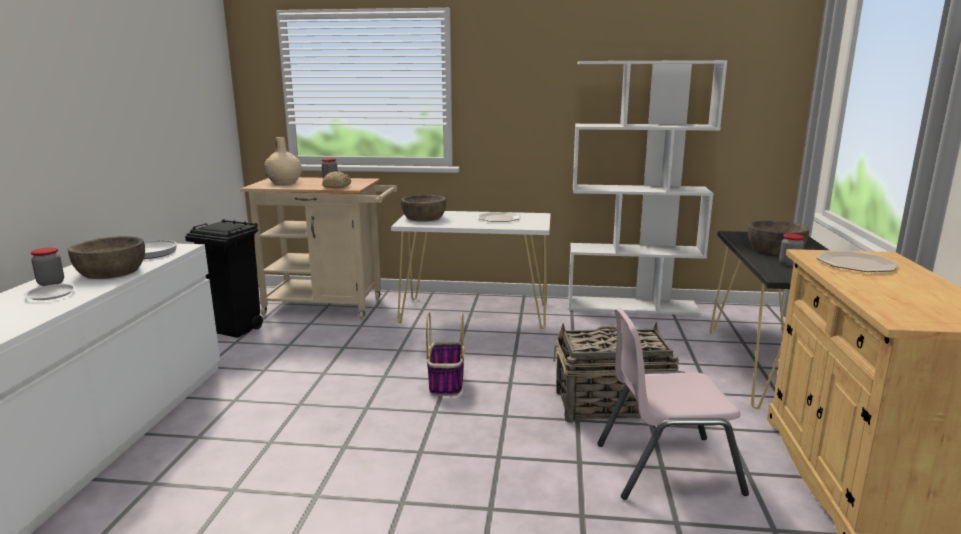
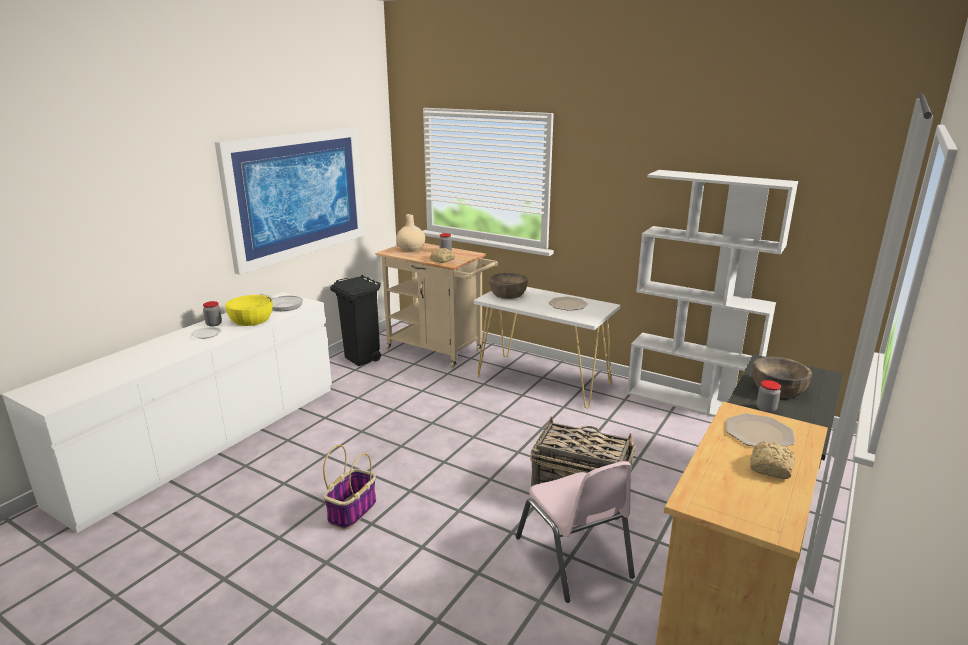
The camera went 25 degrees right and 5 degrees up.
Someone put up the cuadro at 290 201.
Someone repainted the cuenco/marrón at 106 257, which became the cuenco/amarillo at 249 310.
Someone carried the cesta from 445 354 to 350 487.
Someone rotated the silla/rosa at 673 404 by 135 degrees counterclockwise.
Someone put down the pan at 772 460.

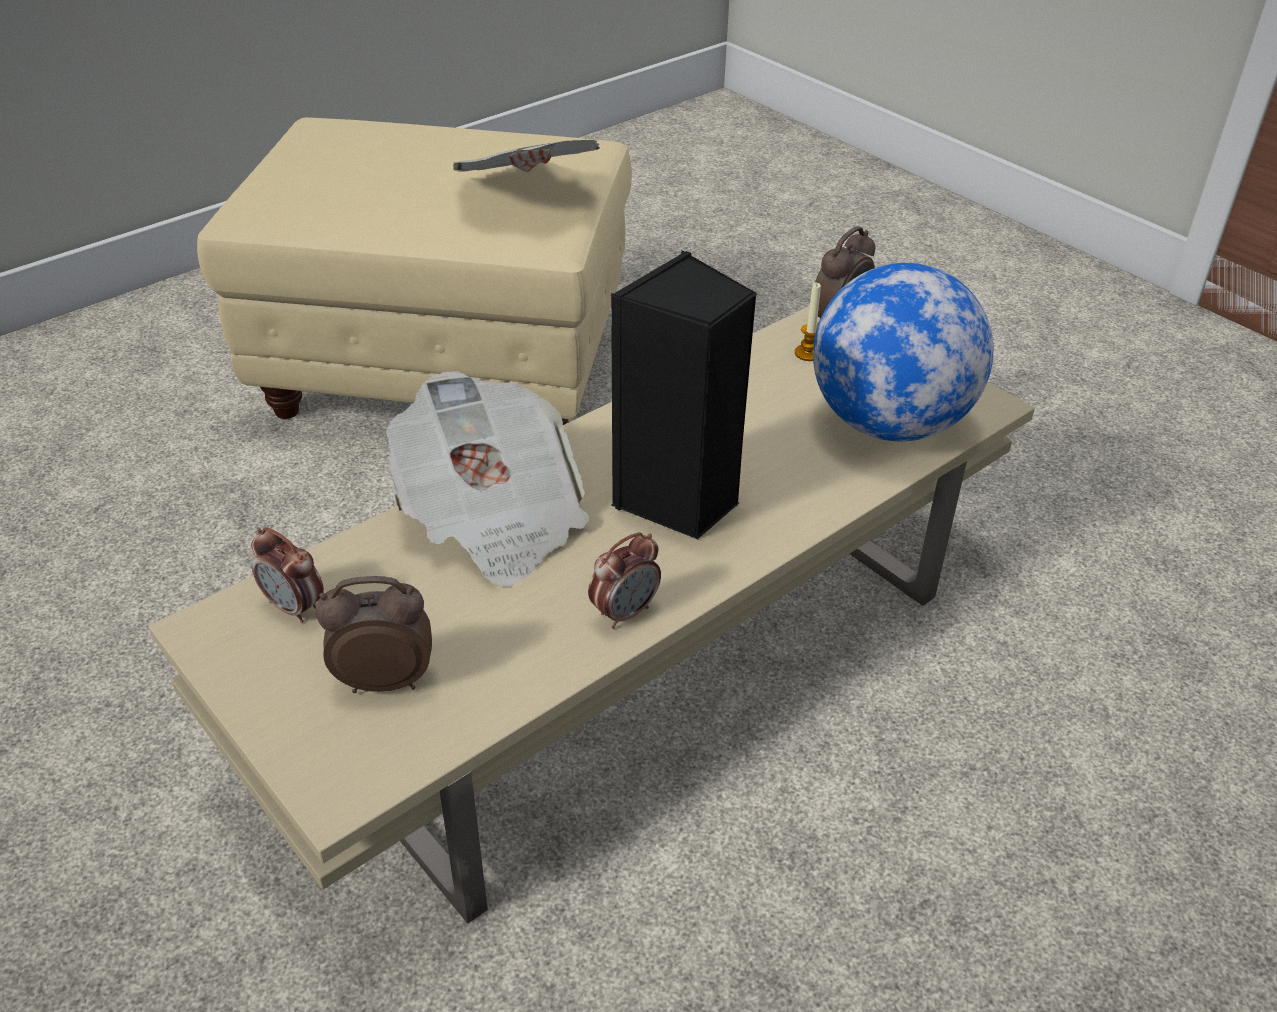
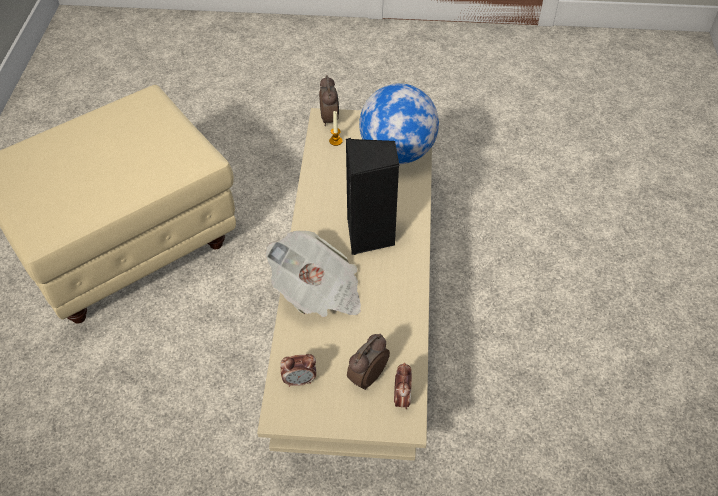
The camera went 45 degrees left and 10 degrees up.
Someone carried the despertador from 624 580 to 403 386.
Someone took away the periódico at 526 156.

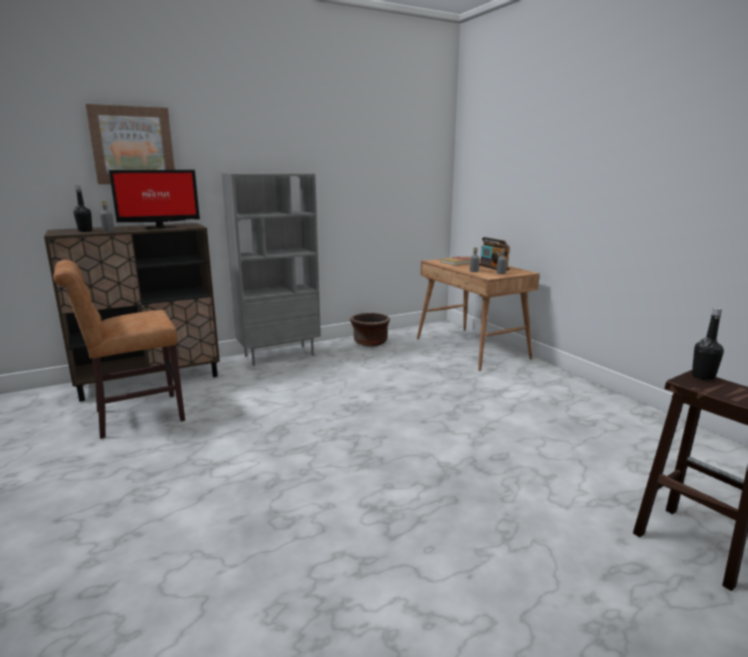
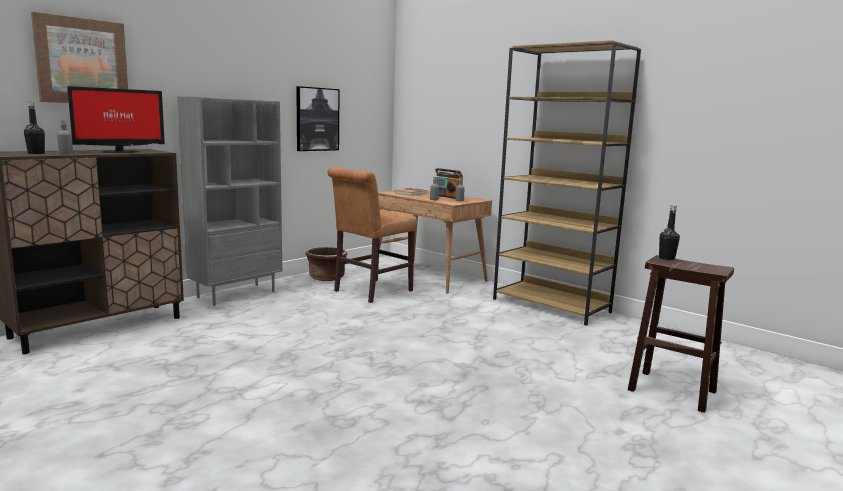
The camera went 20 degrees left and 5 degrees down.
Someone put up the cuadro at 318 118.
Someone carried the silla/marrón from 119 349 to 372 235.
Someone put down the estantería/marrón at 567 183.

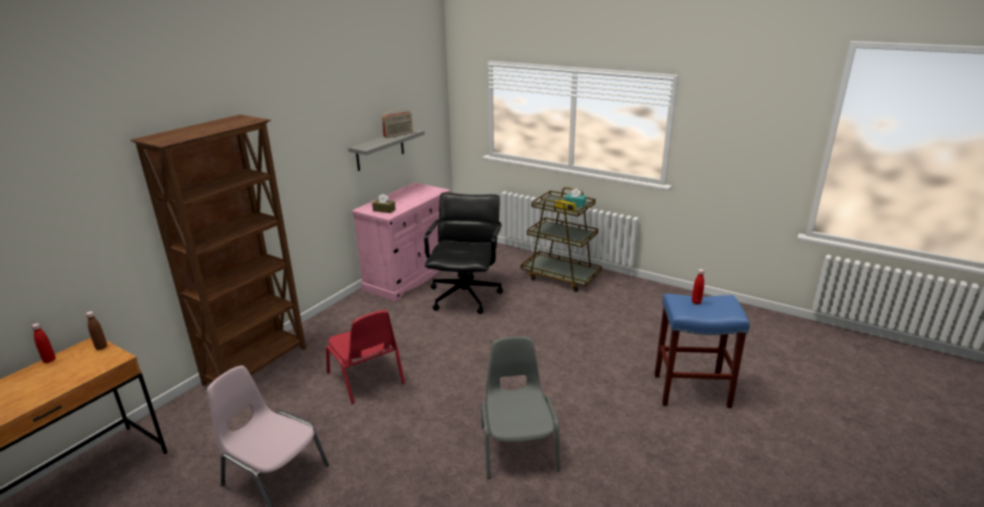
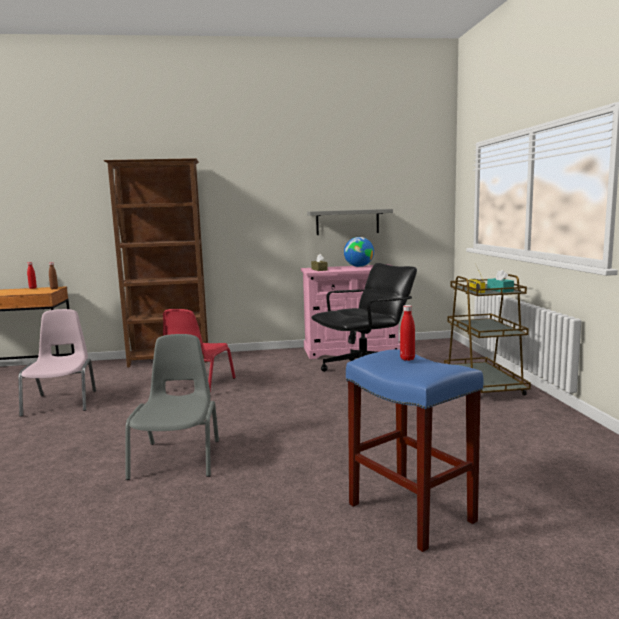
The camera went 50 degrees right and 15 degrees down.
Someone rotated the silla/gris at 521 407 by 45 degrees counterclockwise.
Someone put down the globo terráqueo at 359 252.
Someone took away the radio at 397 123.

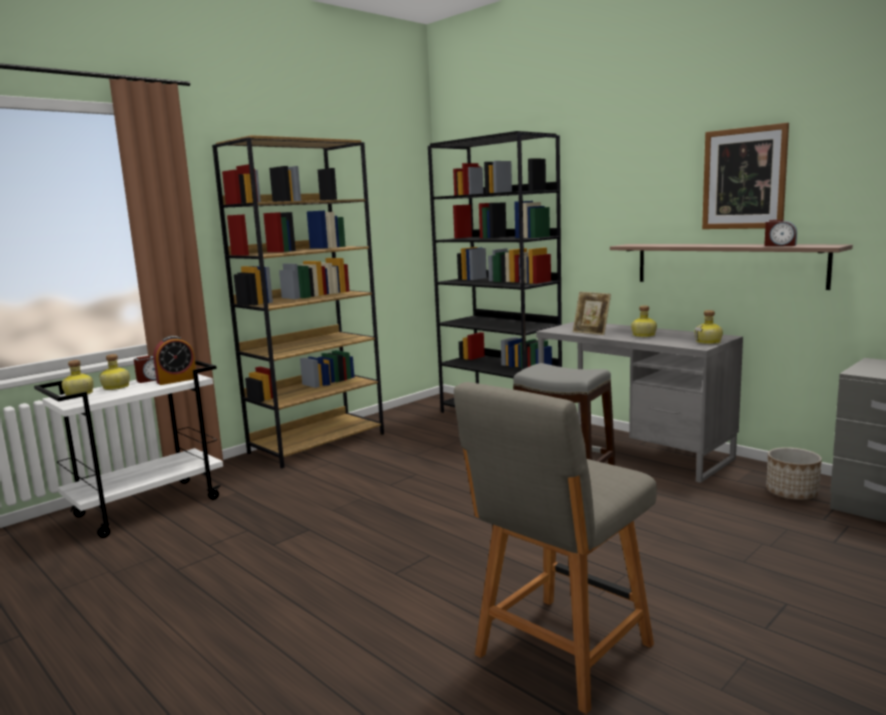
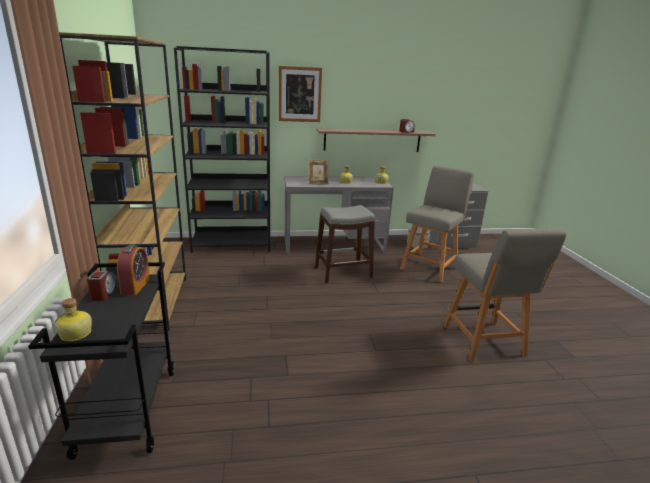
The camera went 55 degrees left and 10 degrees up.
Someone repainted the carrito/blanco at 128 449, which became the carrito/negro at 101 361.
Someone carried the cuadro from 745 176 to 300 94.
Someone put down the silla/gris at 437 224.
Someone took away the botella at 114 372.

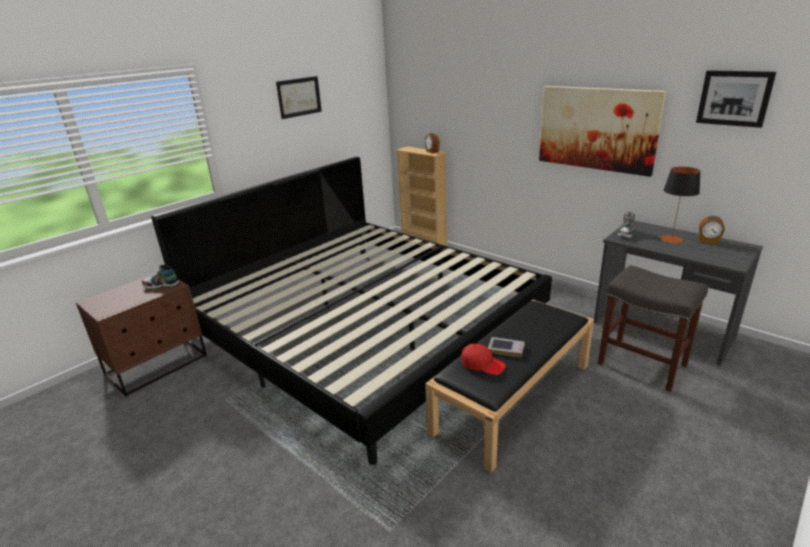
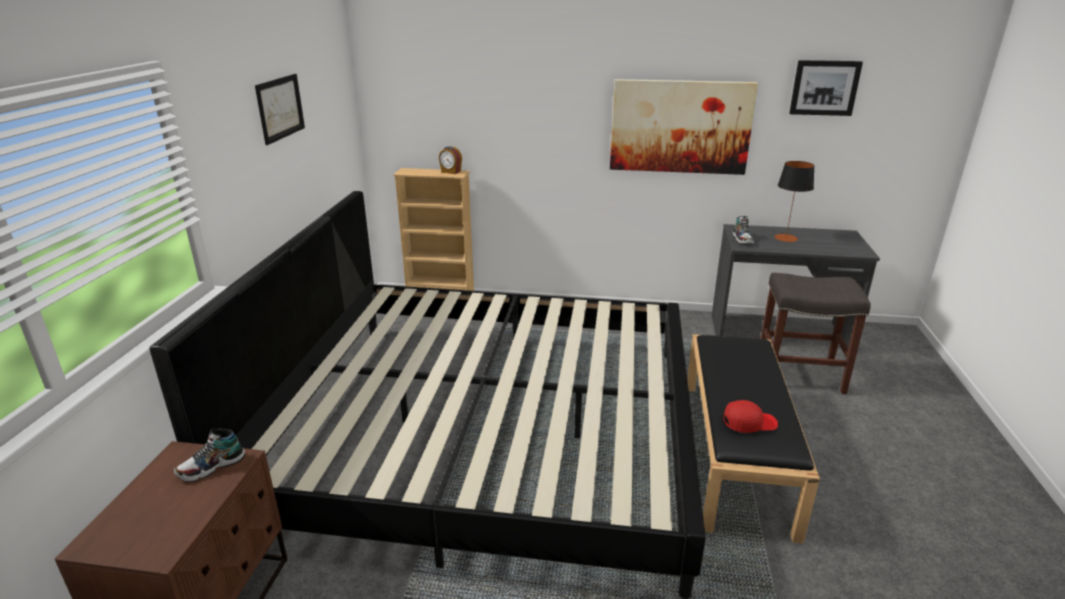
The camera went 35 degrees left and 0 degrees up.
Someone took away the libro at 506 347.
Someone took away the despertador at 712 230.

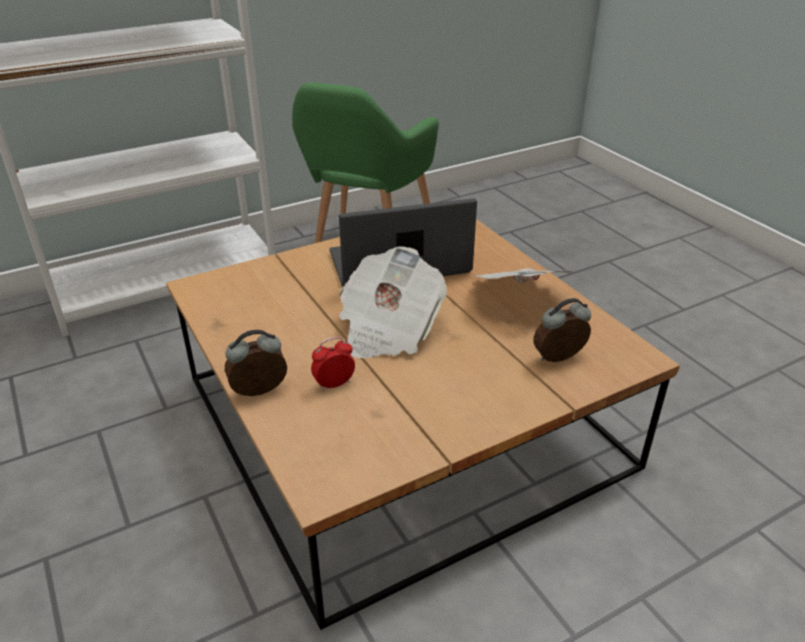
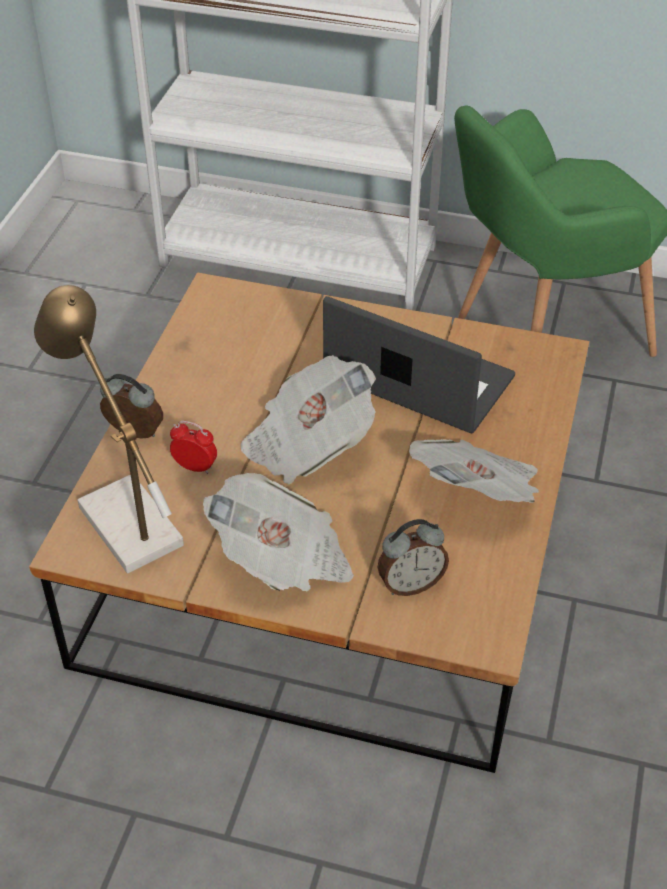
The camera went 45 degrees right and 10 degrees up.
Someone put down the lámpara de mesa at 109 429.
Someone put down the periódico at 278 532.
Someone rotated the despertador at 562 330 by 135 degrees clockwise.

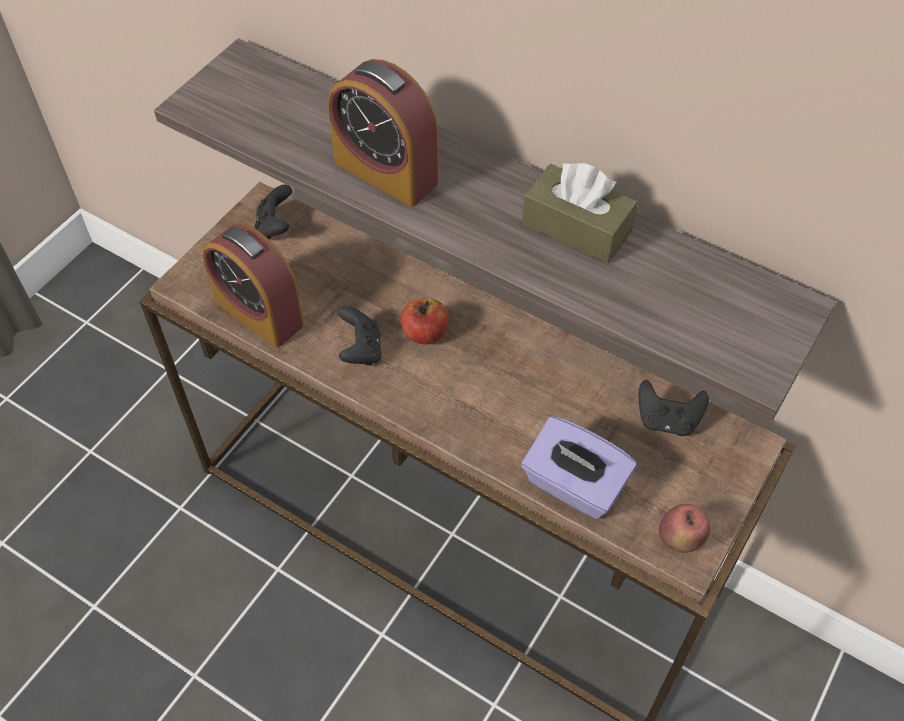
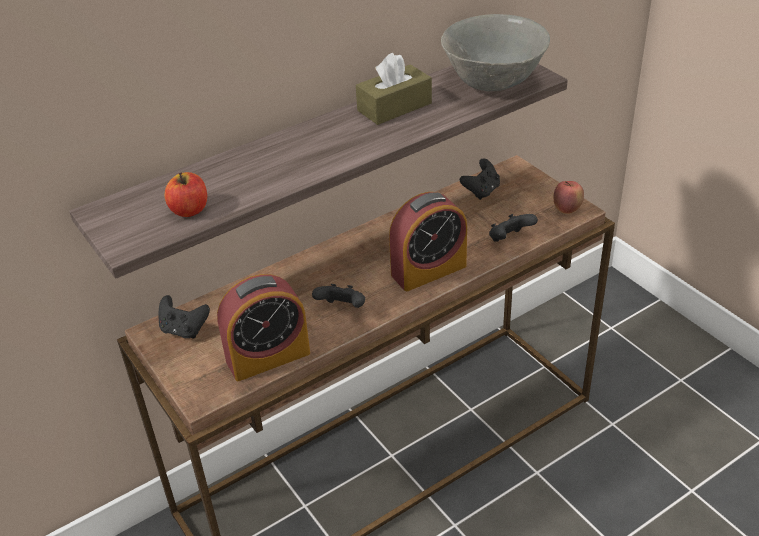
The camera went 65 degrees left and 15 degrees down.
Someone carried the manzana from 424 321 to 185 194.
Someone carried the despertador from 383 133 to 428 241.
Someone put down the cuenco/gris at 495 52.
Someone swapped the caja de pañuelos/morado at 579 467 for the mando de consola/negro at 513 228.

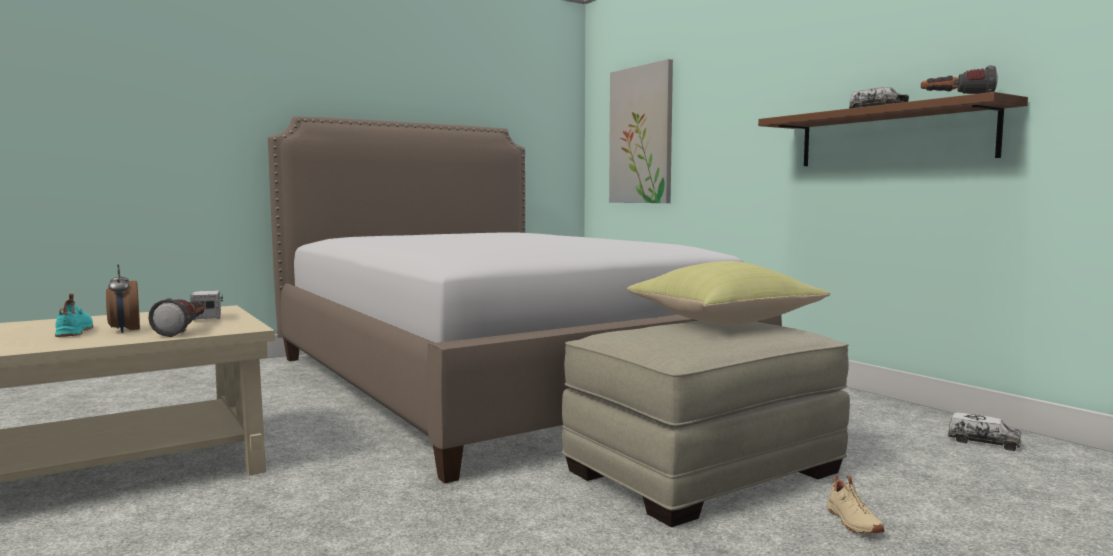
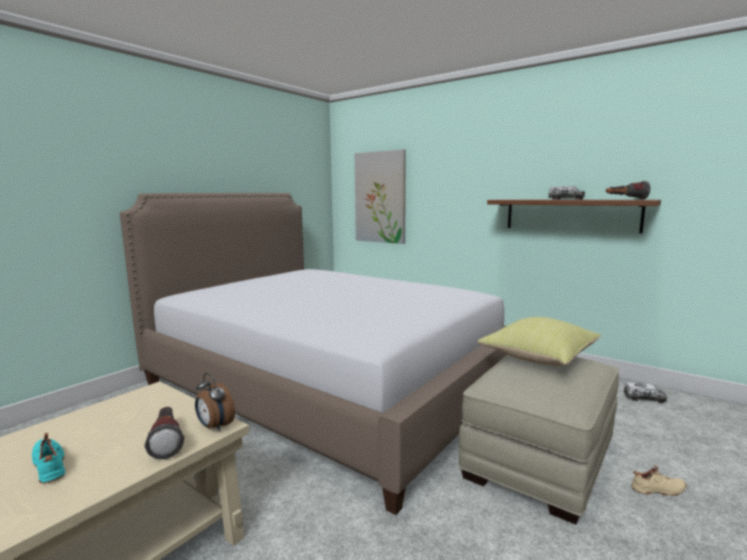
The camera went 20 degrees left and 5 degrees up.
Someone carried the despertador from 123 298 to 215 402.
Someone rotated the zapato/beis at 855 504 by 60 degrees counterclockwise.
Someone took away the camión de juguete at 206 305.

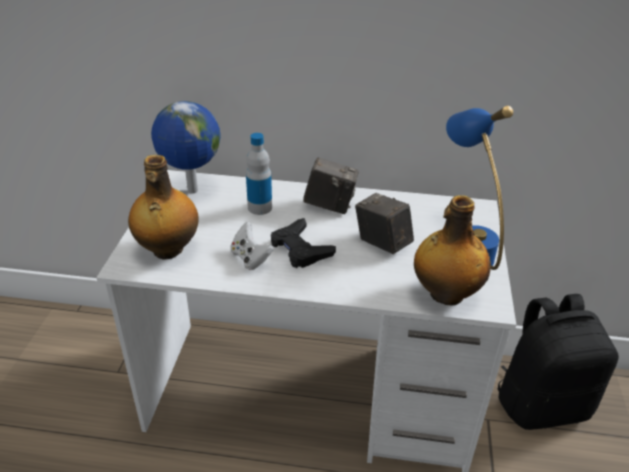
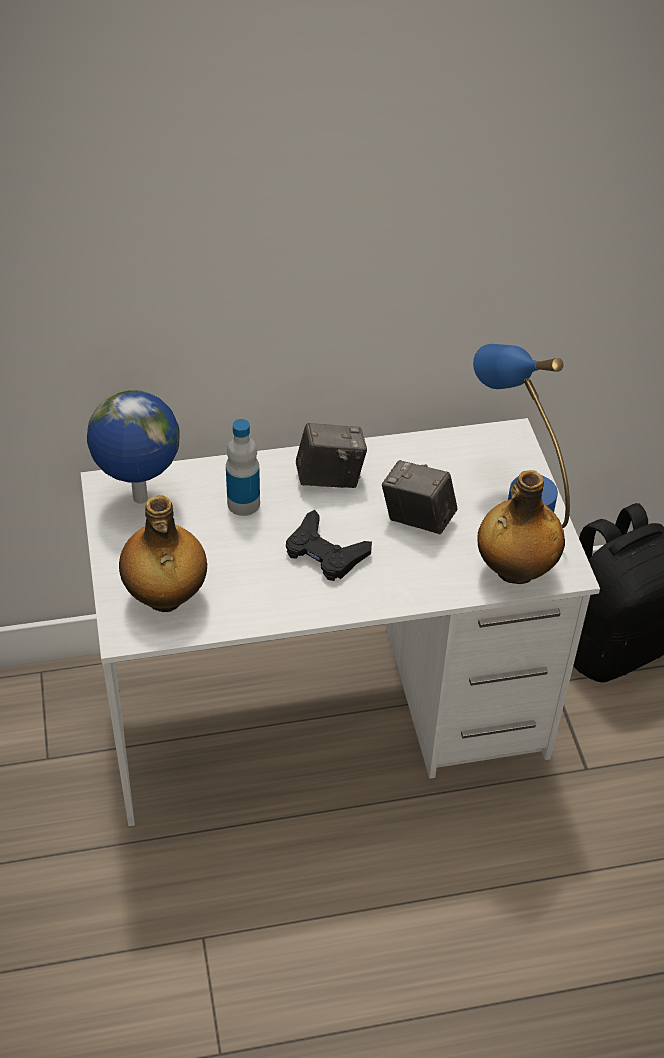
The camera went 20 degrees left and 10 degrees up.
Someone took away the mando de consola/blanco at 252 246.

